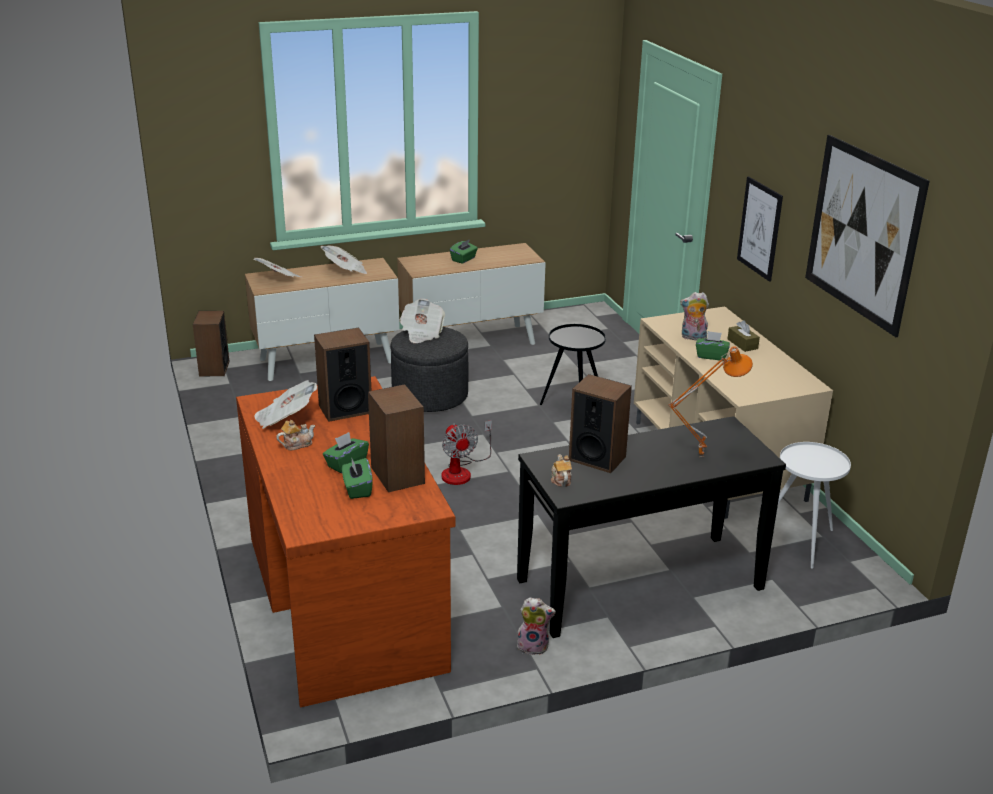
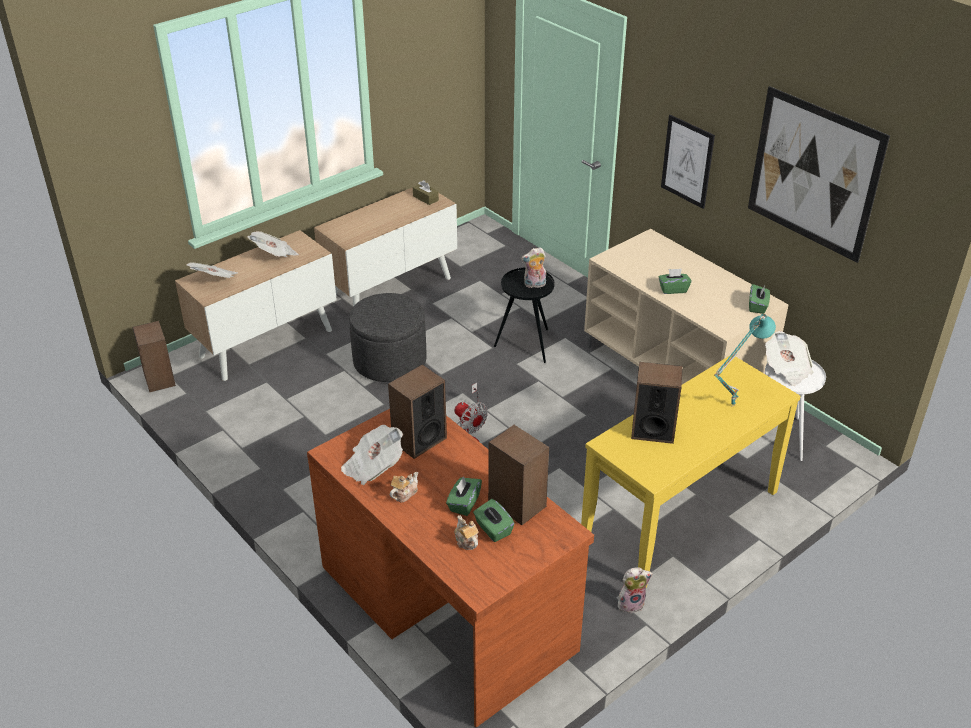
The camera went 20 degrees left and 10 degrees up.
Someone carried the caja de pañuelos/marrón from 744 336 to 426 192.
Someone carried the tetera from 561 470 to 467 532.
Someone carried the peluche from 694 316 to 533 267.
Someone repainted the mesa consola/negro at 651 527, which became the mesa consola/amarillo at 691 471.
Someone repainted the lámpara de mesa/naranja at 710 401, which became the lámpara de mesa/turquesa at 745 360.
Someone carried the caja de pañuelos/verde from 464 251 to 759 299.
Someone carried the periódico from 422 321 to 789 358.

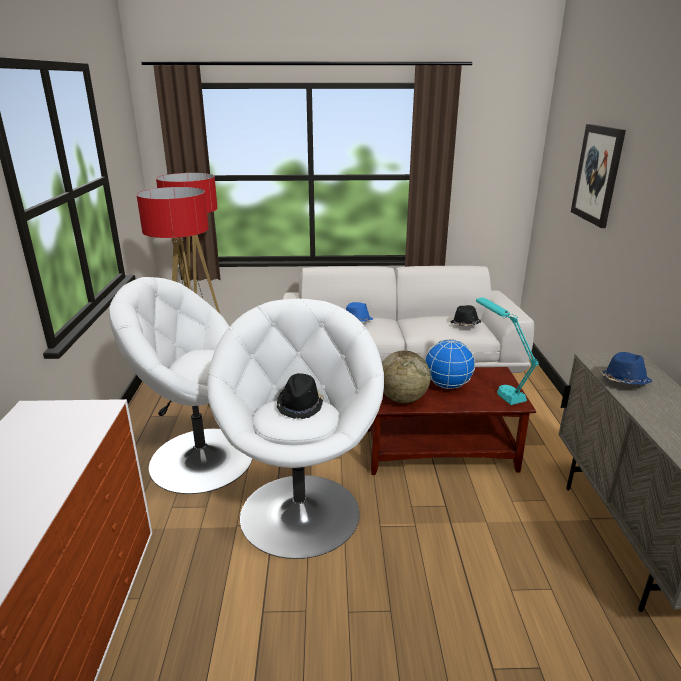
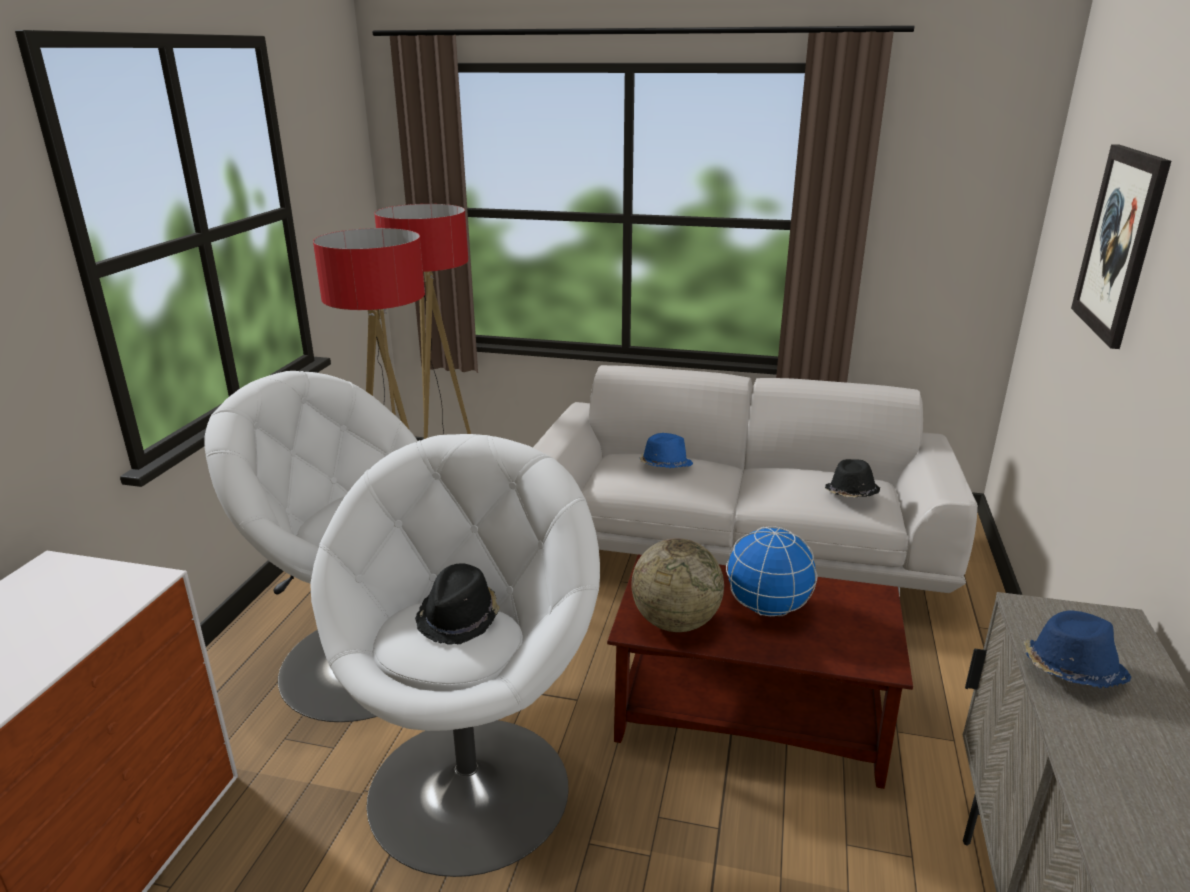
The camera went 15 degrees right and 0 degrees up.
Someone took away the lámpara de mesa/turquesa at 507 351.

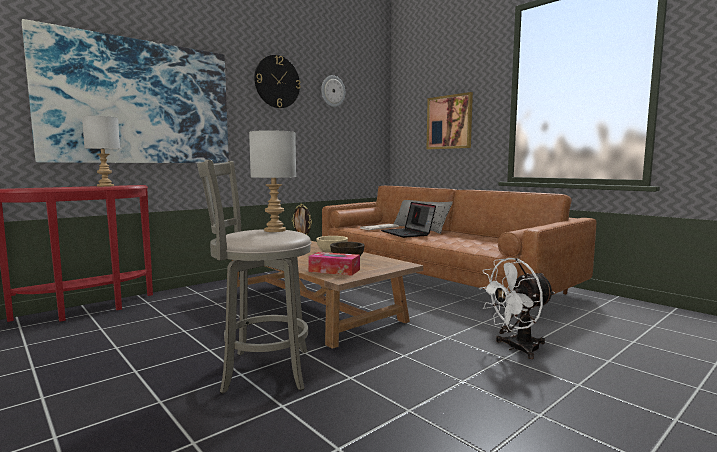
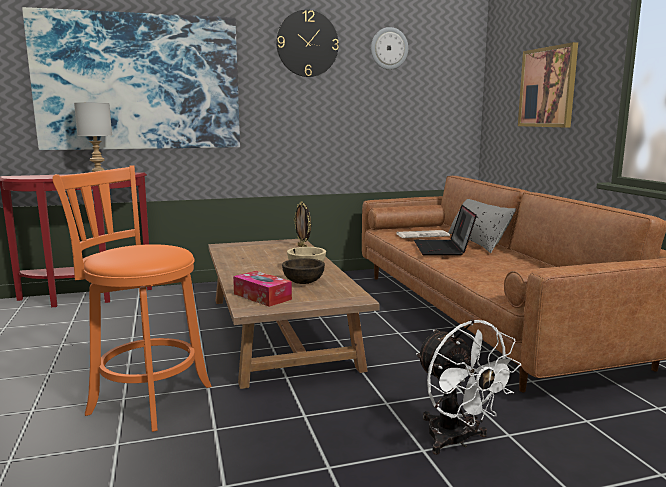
The camera went 25 degrees right and 5 degrees up.
Someone repainted the taburete/gris at 254 277, which became the taburete/naranja at 132 298.
Someone rotated the ventilador/blanco at 517 308 by 120 degrees counterclockwise.
Someone took away the lámpara de mesa/gris at 272 181.

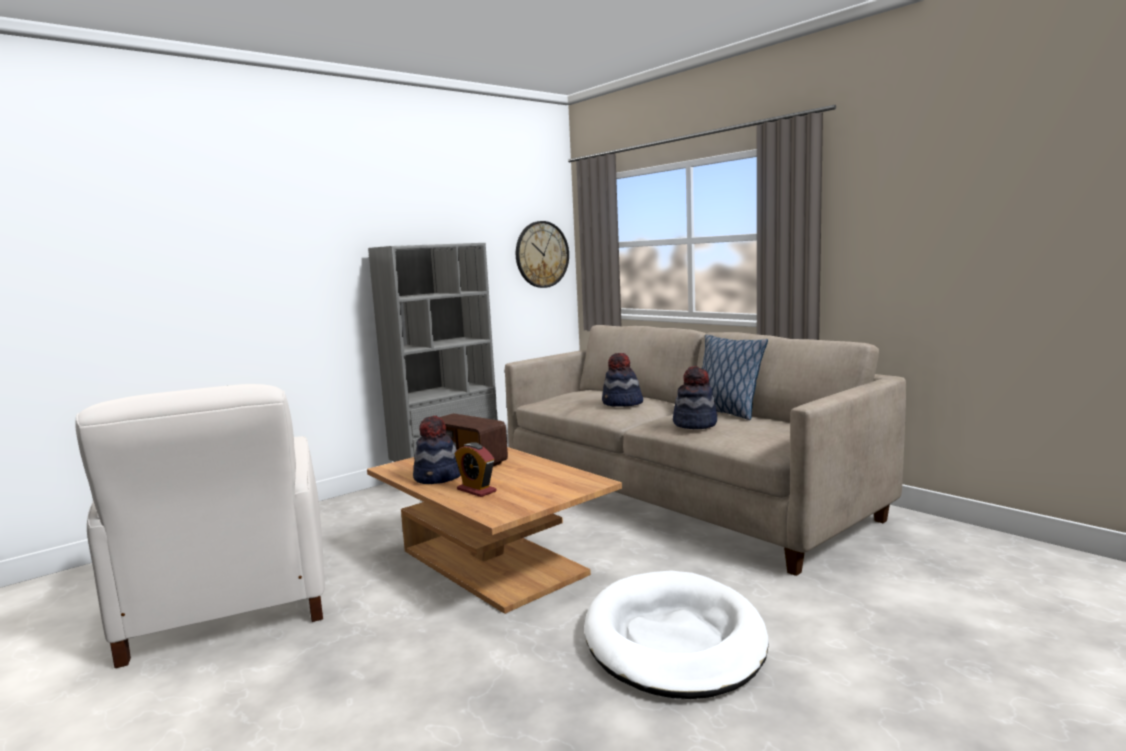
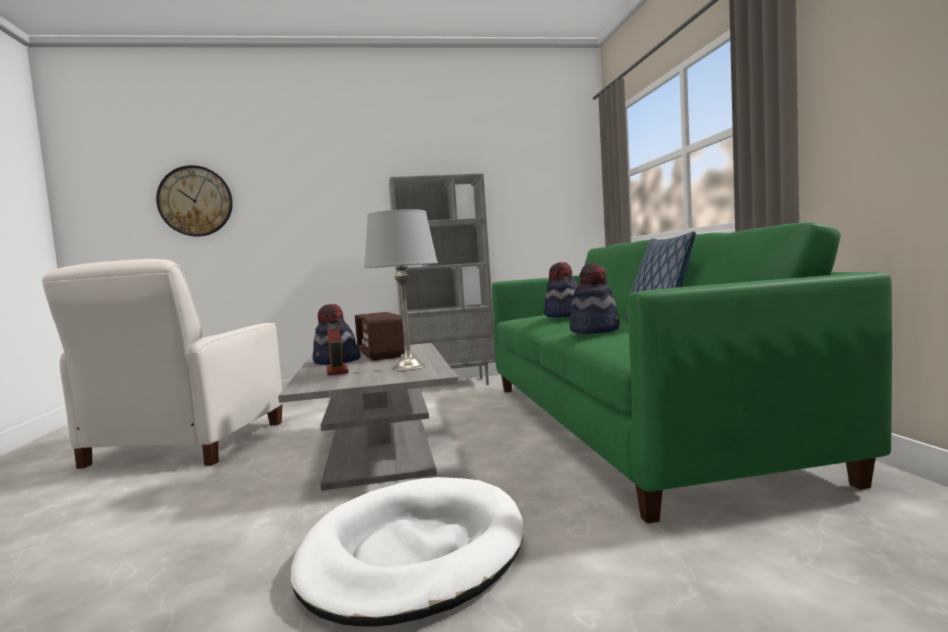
The camera went 30 degrees right and 5 degrees down.
Someone carried the reloj de pared from 542 254 to 194 200.
Someone repainted the mesa de centro/marrón at 494 530, which became the mesa de centro/gris at 368 417.
Someone put down the lámpara de mesa/gris at 401 290.
Someone repainted the sofá/beis at 705 450, which became the sofá/verde at 692 373.

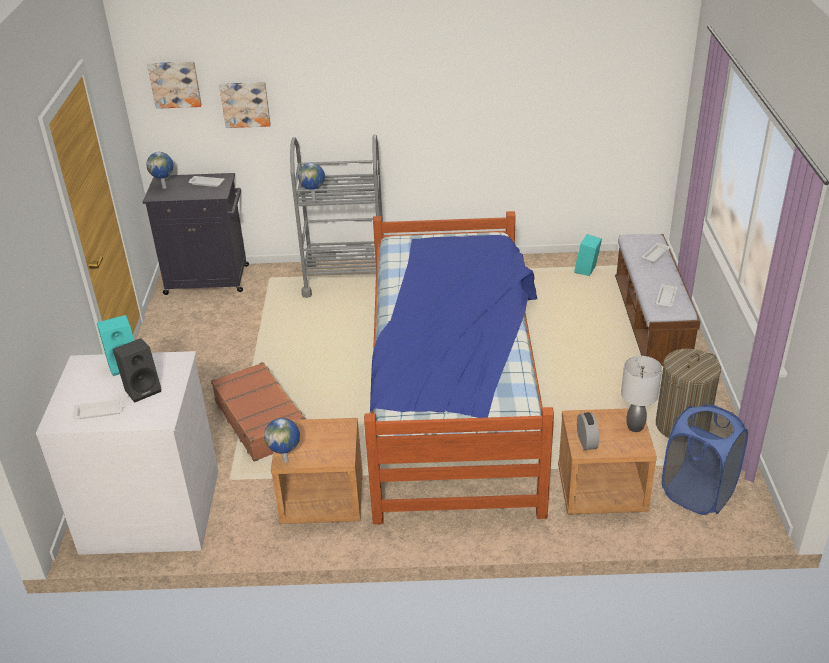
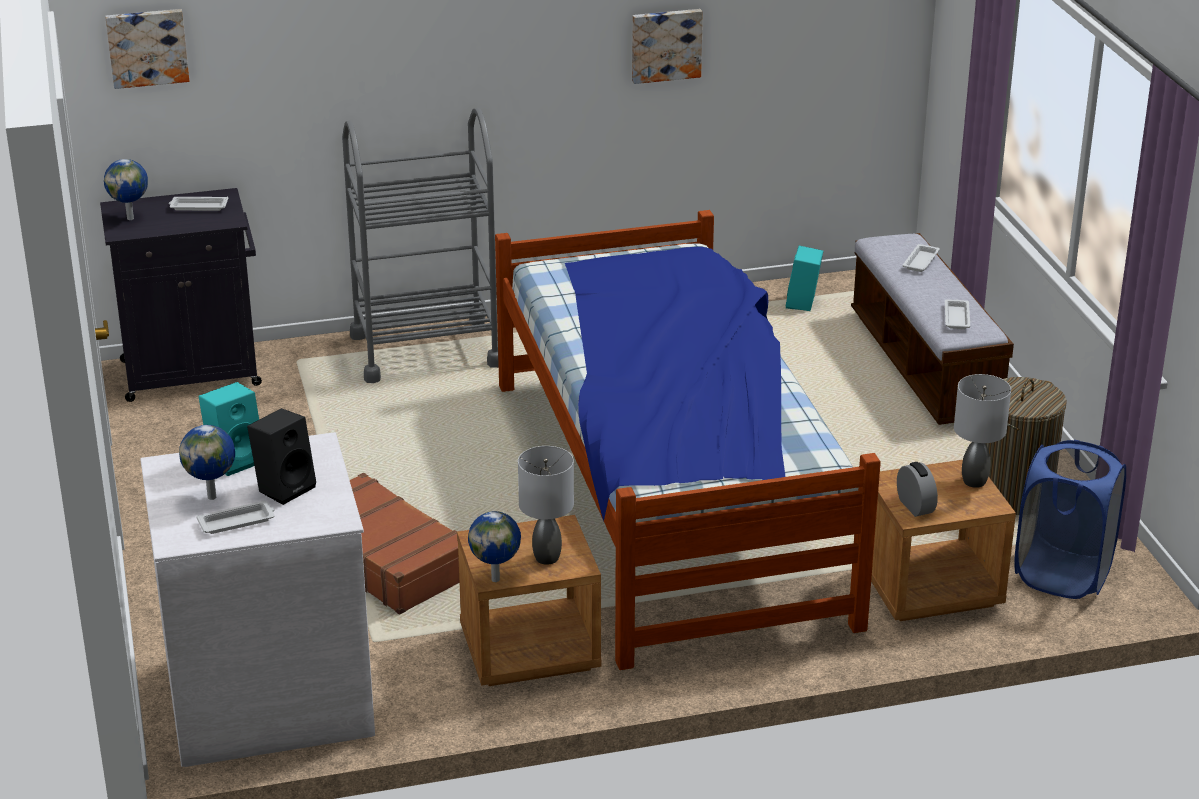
The camera went 15 degrees left and 5 degrees down.
Someone carried the globo terráqueo from 311 182 to 207 462.
Someone put down the lámpara de mesa/gris at 546 505.
Someone carried the cuadro from 245 105 to 667 46.

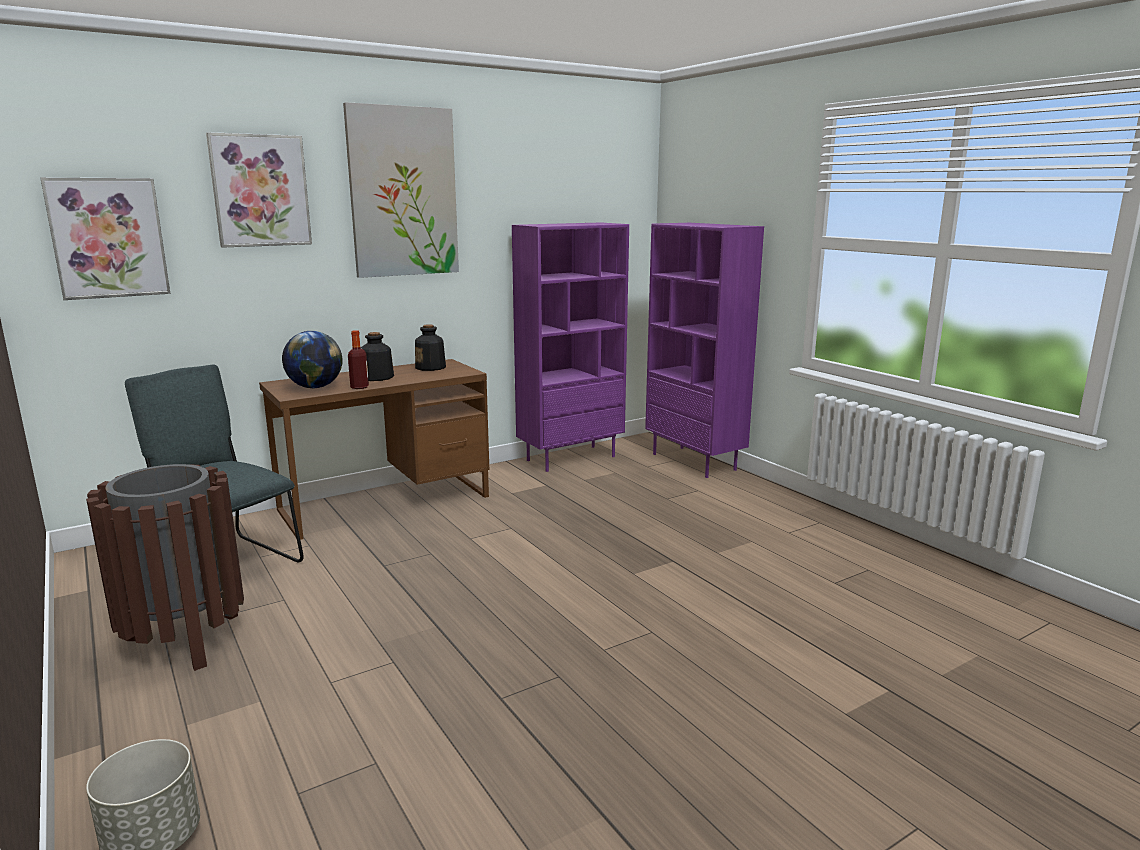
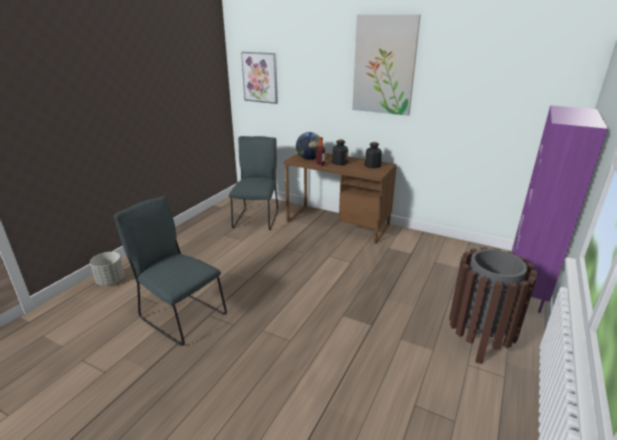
The camera went 60 degrees right and 10 degrees up.
Someone put down the silla/gris at 170 271.
Someone carried the papelera/marrón from 165 567 to 493 305.
Someone took away the cuadro at 259 190.
Someone took away the estantería/morado at 570 347.

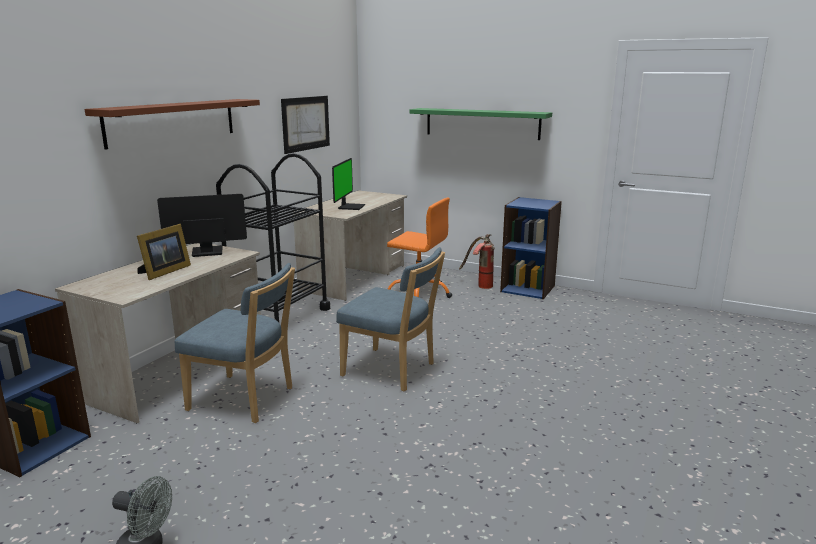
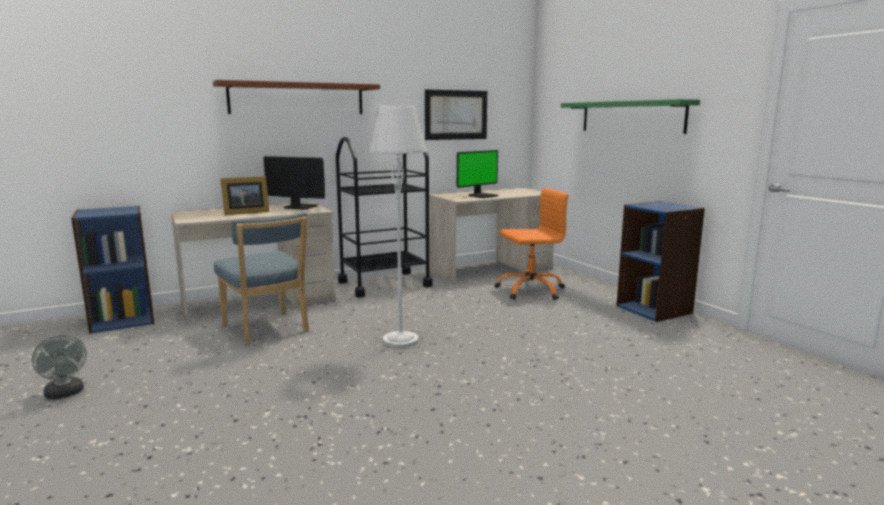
The camera went 35 degrees right and 5 degrees down.
Someone swapped the silla/azul at 390 319 for the lámpara de pie/gris at 397 227.
Someone rotated the silla de oficina/naranja at 419 248 by 75 degrees counterclockwise.
Someone took away the extintor at 477 261.

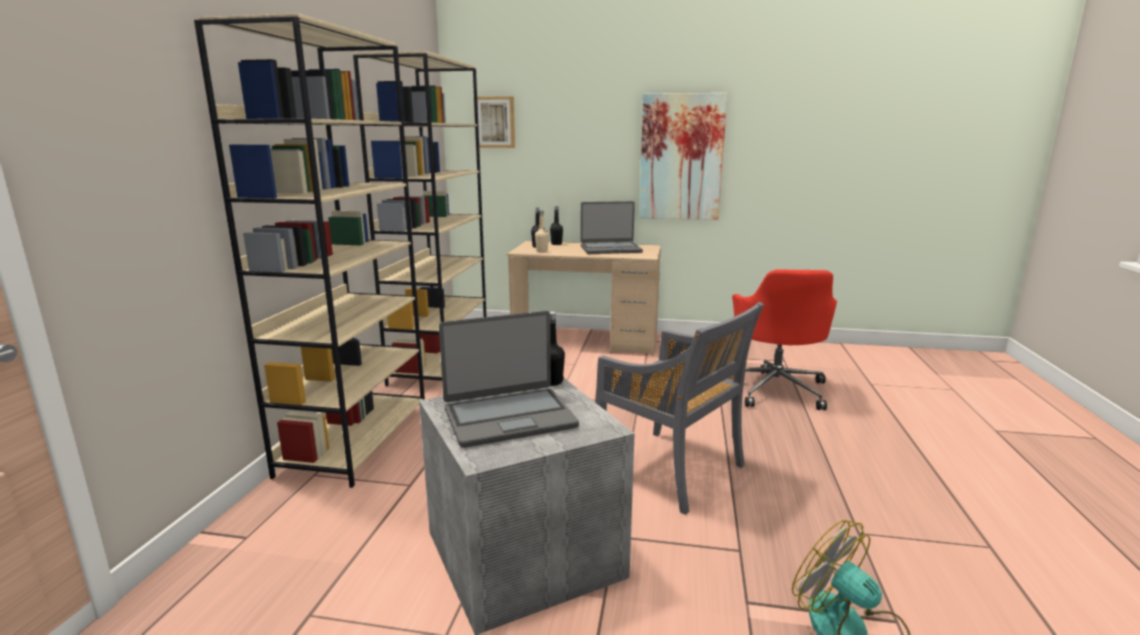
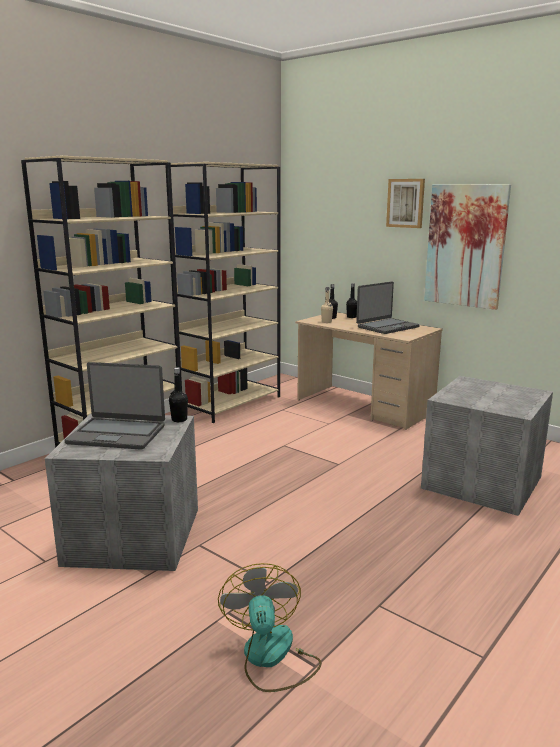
The camera went 30 degrees right and 0 degrees up.
Someone rotated the portátil at 611 227 by 60 degrees counterclockwise.
Someone carried the cuadro from 494 122 to 405 203.
Someone swapped the silla de oficina/rojo at 784 339 for the caja de almacenaje/gris at 487 446.
Someone took away the silla/gris at 679 408.

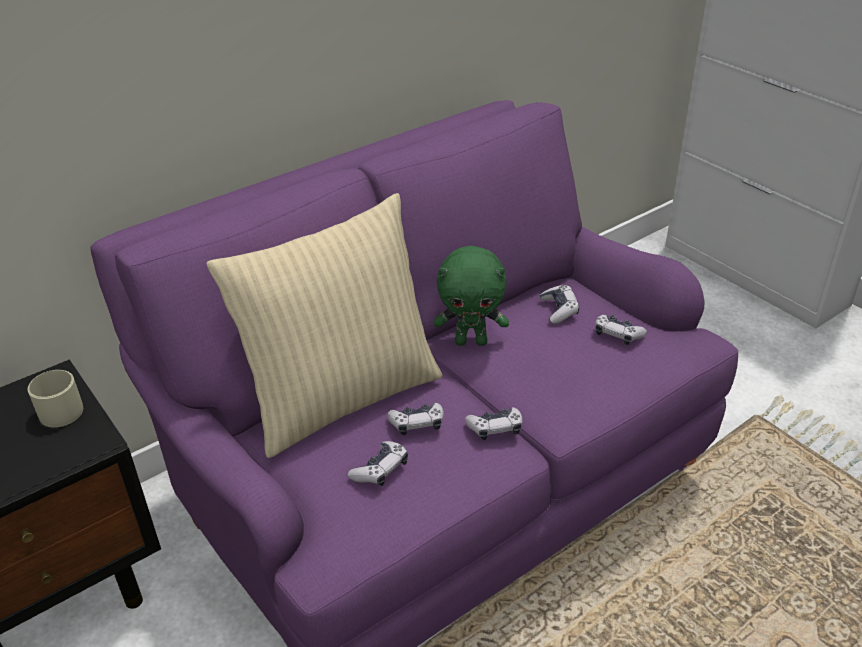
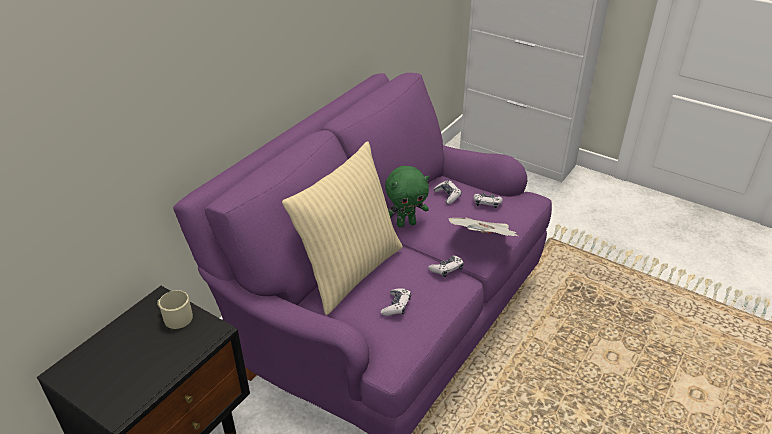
The camera went 20 degrees left and 0 degrees up.
Someone put down the periódico at 483 227.
Someone took away the mando de consola at 415 419.

